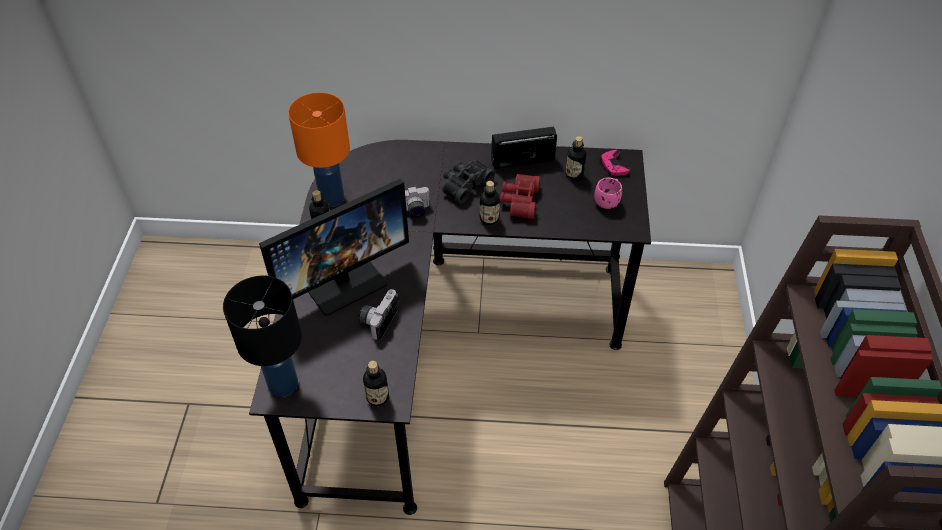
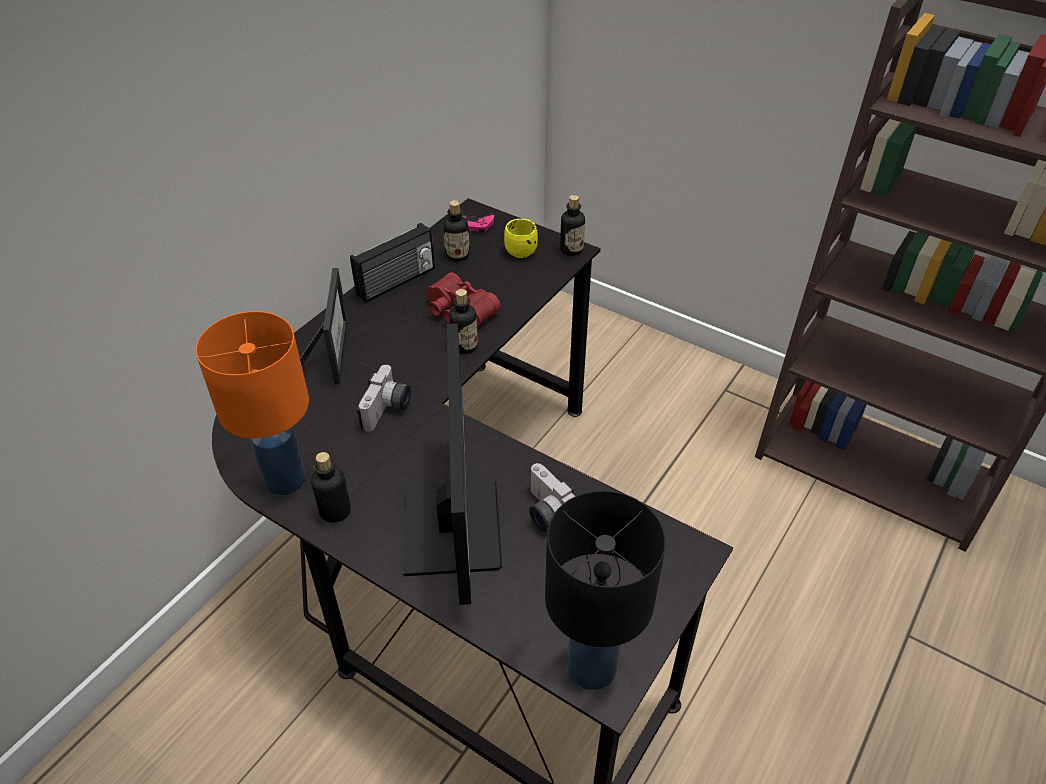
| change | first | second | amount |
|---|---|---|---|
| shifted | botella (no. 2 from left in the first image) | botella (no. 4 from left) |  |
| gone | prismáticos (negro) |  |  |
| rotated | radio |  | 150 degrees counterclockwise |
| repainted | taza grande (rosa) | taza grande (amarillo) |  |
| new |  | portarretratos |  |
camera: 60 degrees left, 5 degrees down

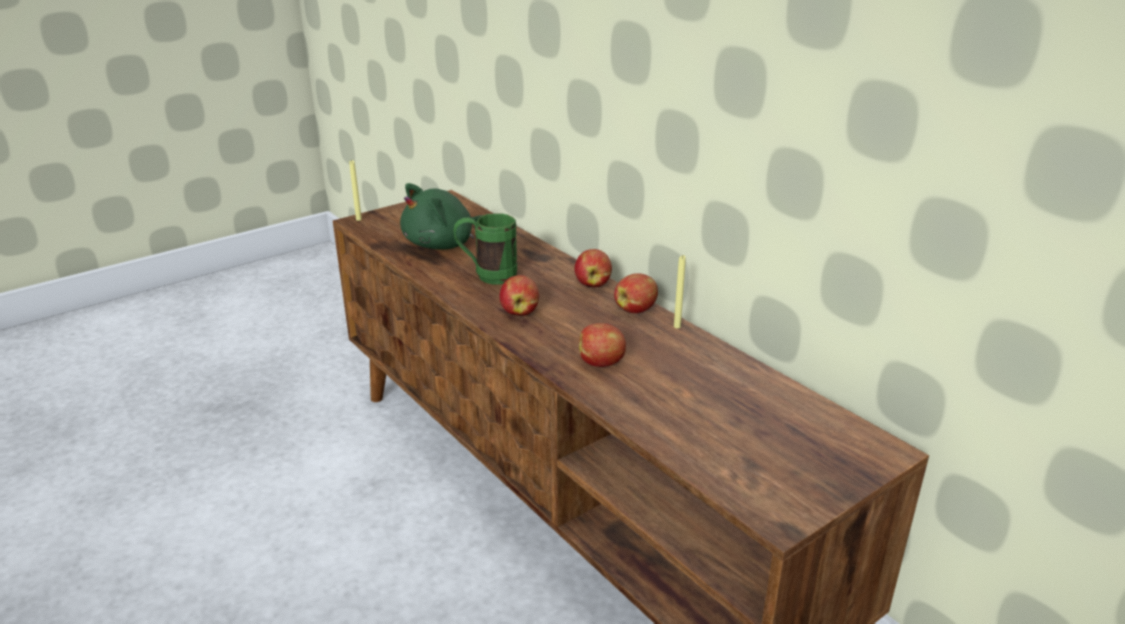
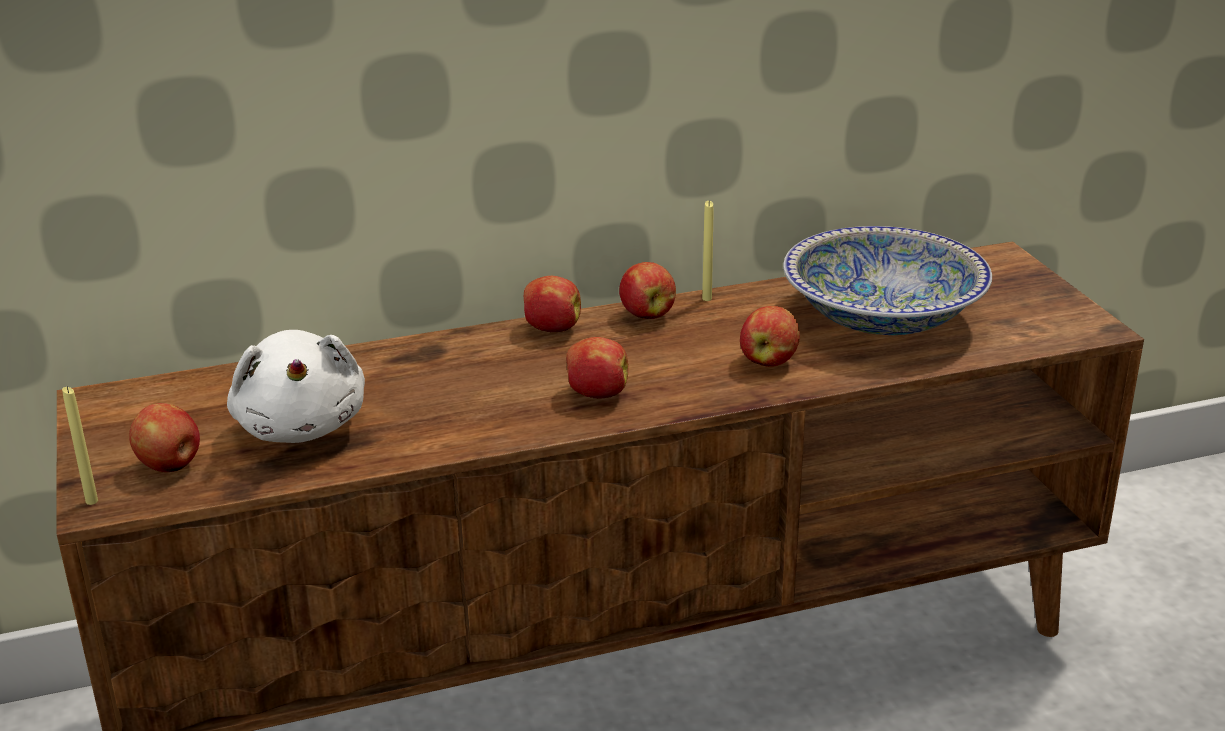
| change | first | second | amount |
|---|---|---|---|
| repainted | peluche (verde) | peluche (blanco) |  |
| gone | taza grande (verde) |  |  |
| new |  | manzana (no. 1 from left) |  |
| new |  | cuenco |  |
camera: 70 degrees left, 0 degrees up

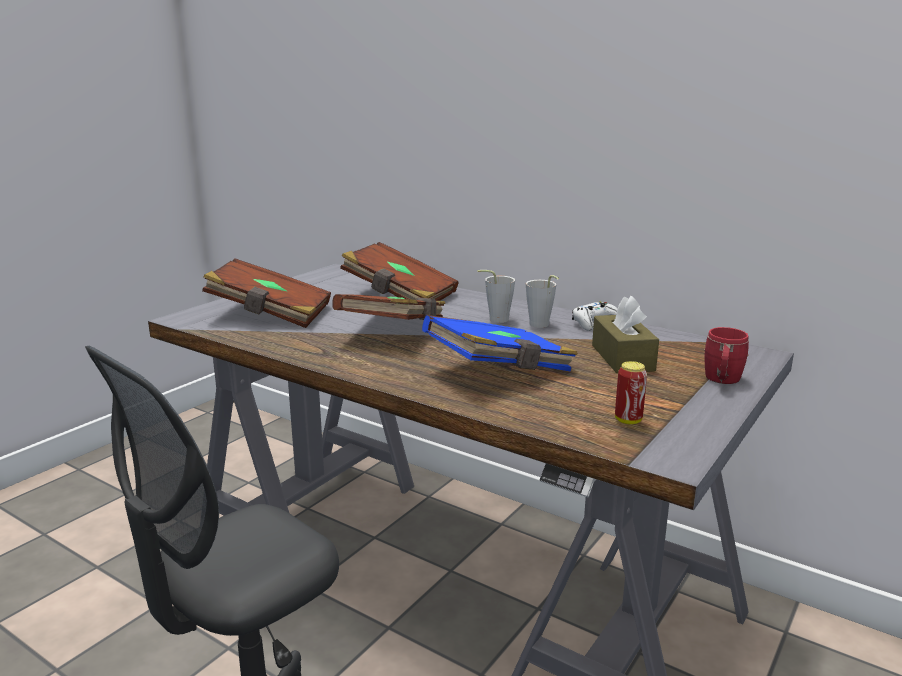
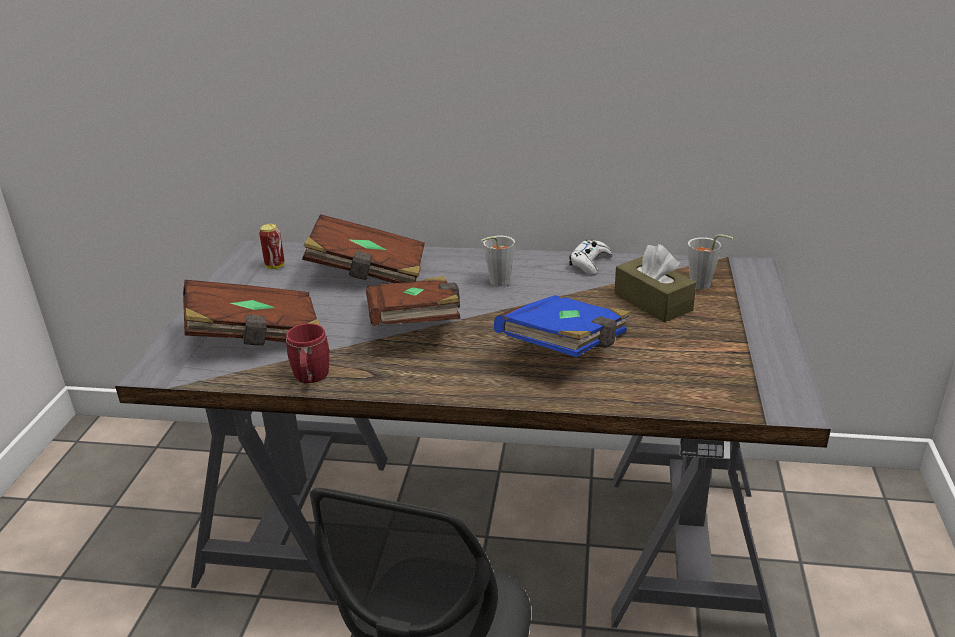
| change | first | second | amount |
|---|---|---|---|
| shifted | taza (gris) (no. 2 from left) |  |  |
| shifted | lata |  |  |
| shifted | taza grande (rojo) |  |  |
camera: 25 degrees left, 10 degrees up

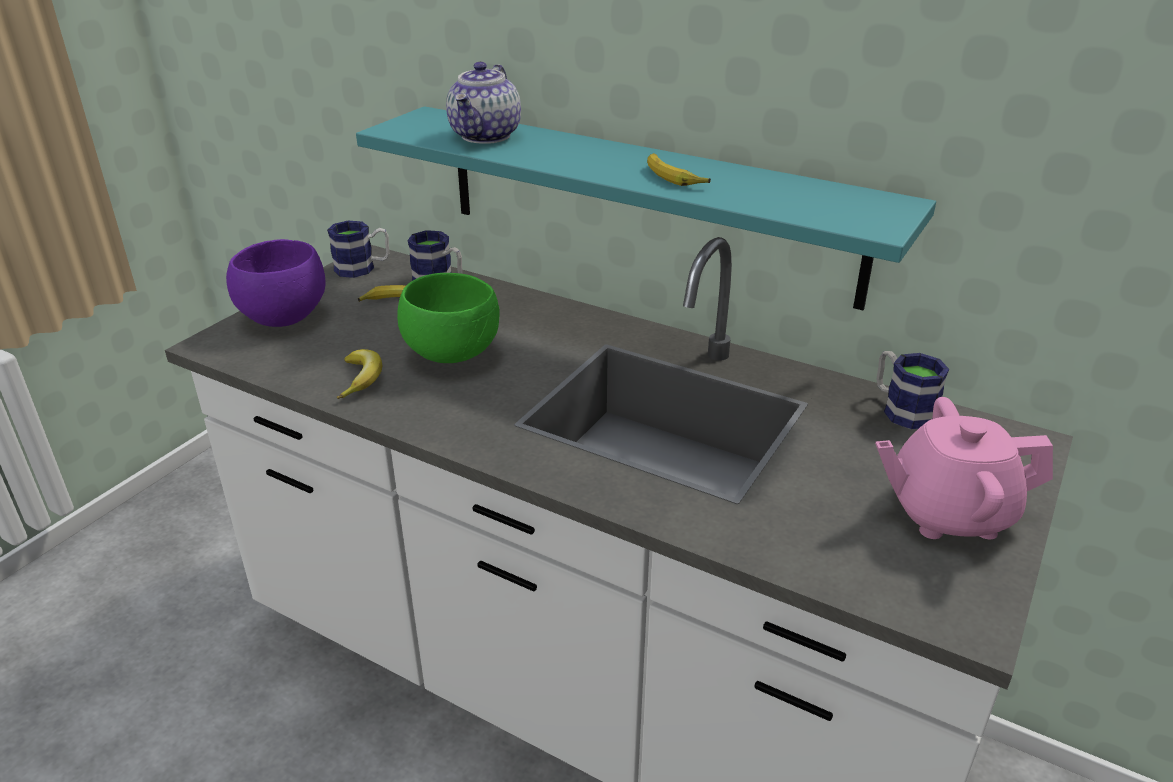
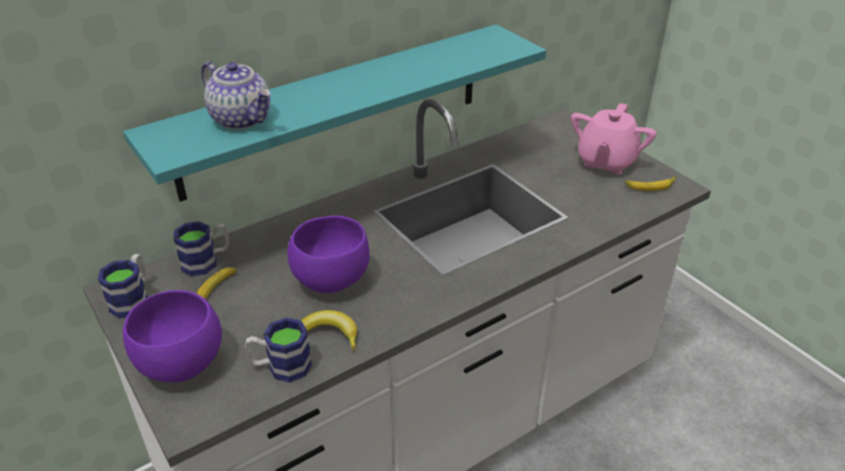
| change | first | second | amount |
|---|---|---|---|
| repainted | cuenco (verde) | cuenco (morado) (no. 2 from left) |  |
| shifted | plátano (no. 3 from left) |  |  |
| shifted | taza grande (no. 3 from left) |  |  |
camera: 65 degrees left, 5 degrees up

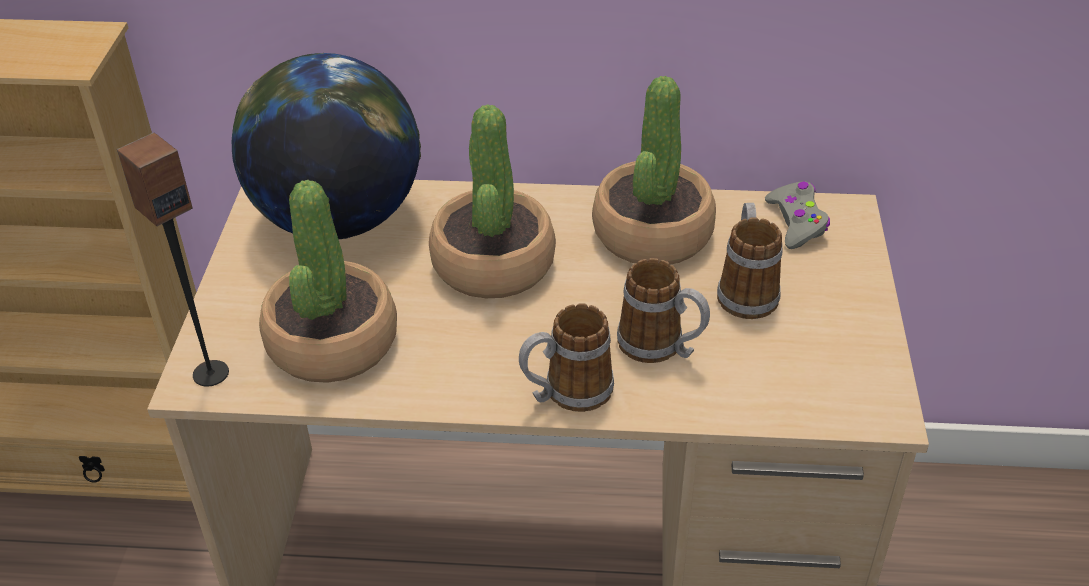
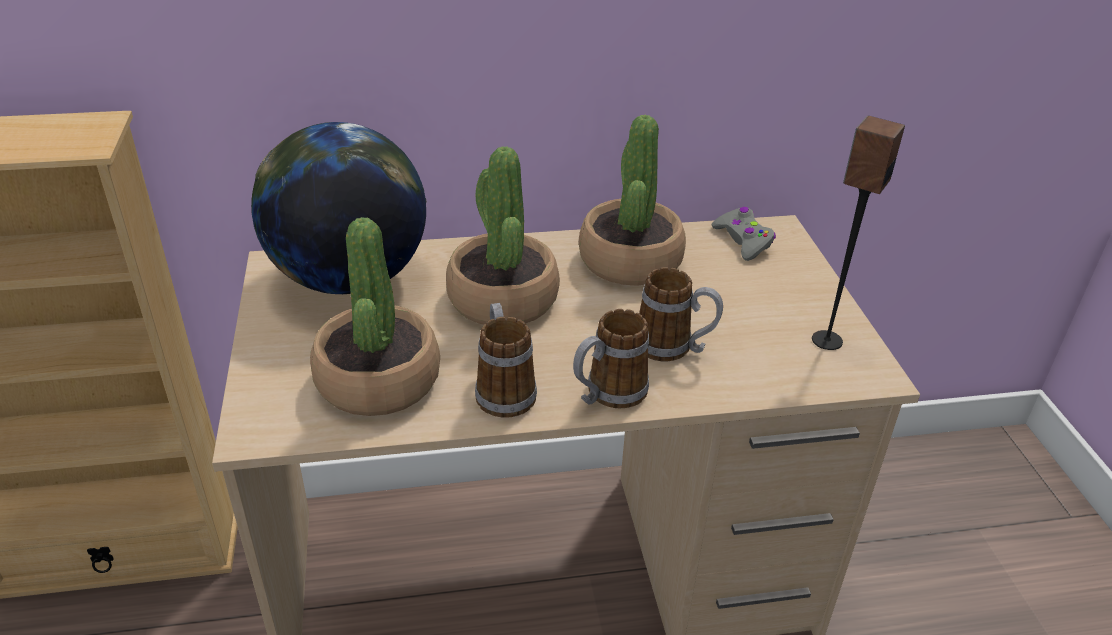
| change | first | second | amount |
|---|---|---|---|
| shifted | altavoz |  |  |
| shifted | taza grande (no. 3 from left in the first image) | taza grande (no. 1 from left) |  |
camera: 15 degrees left, 5 degrees down

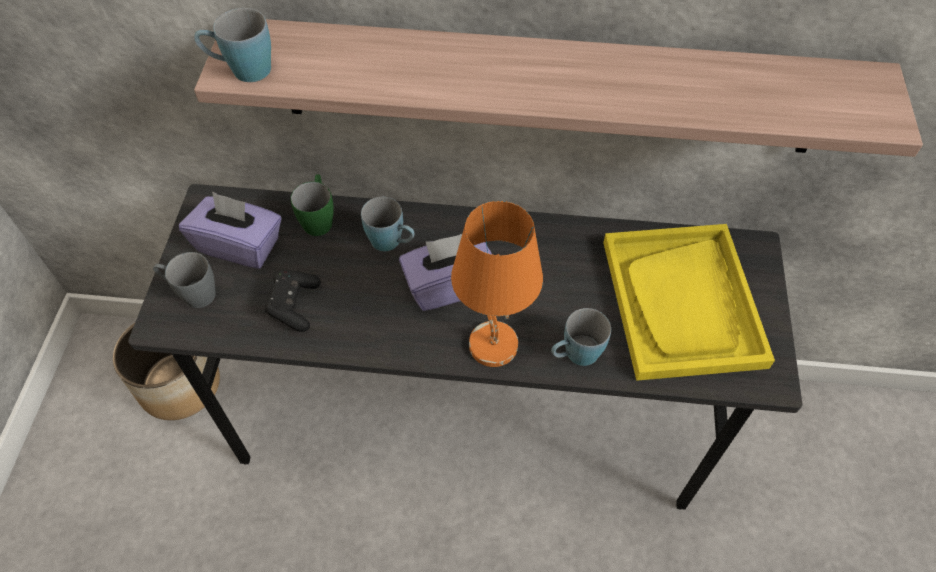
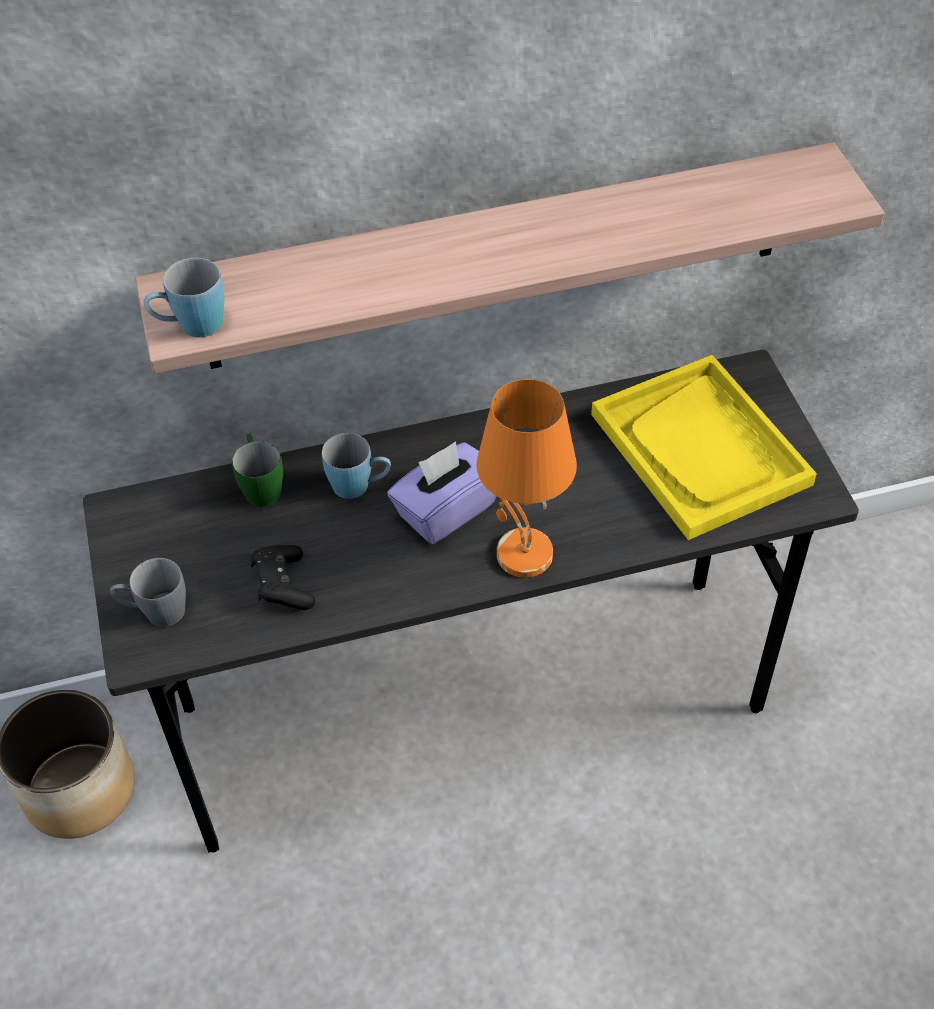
| change | first | second | amount |
|---|---|---|---|
| gone | caja de pañuelos (morado) (no. 1 from left) |  |  |
| gone | taza grande (azul) (no. 3 from left) |  |  |
camera: 20 degrees left, 5 degrees down

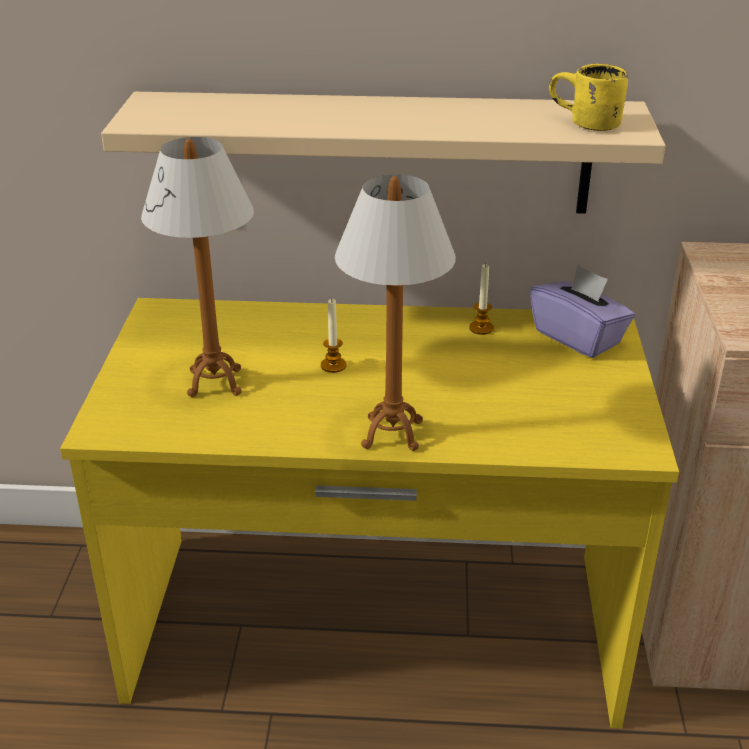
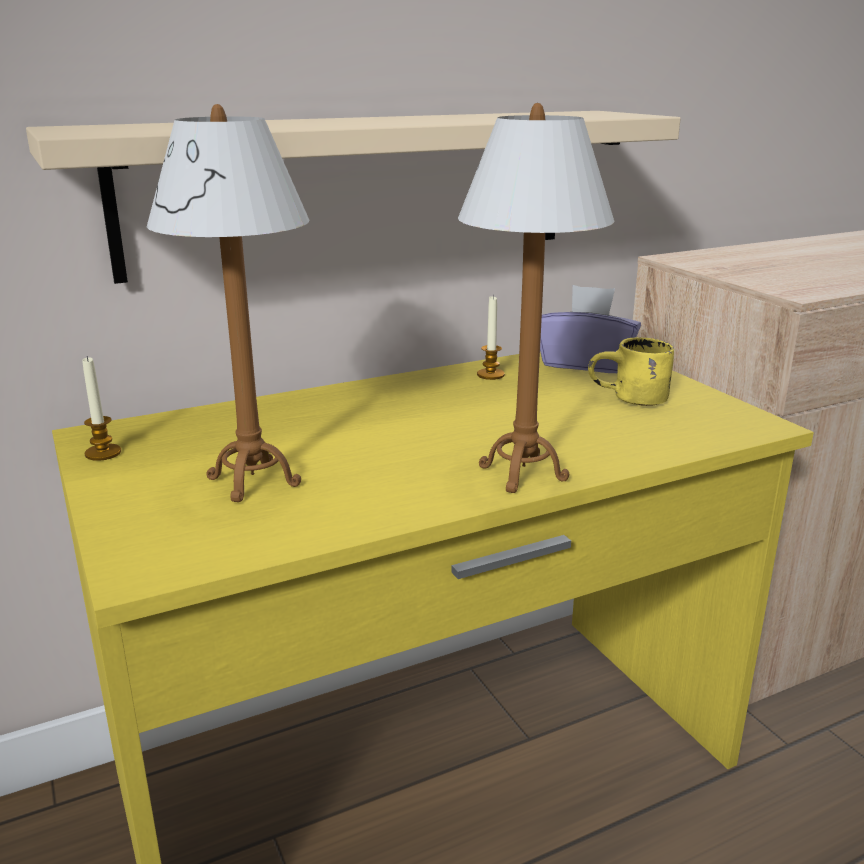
| change | first | second | amount |
|---|---|---|---|
| shifted | vela (no. 1 from left) |  |  |
| shifted | taza grande (amarillo) |  |  |
camera: 30 degrees left, 10 degrees down

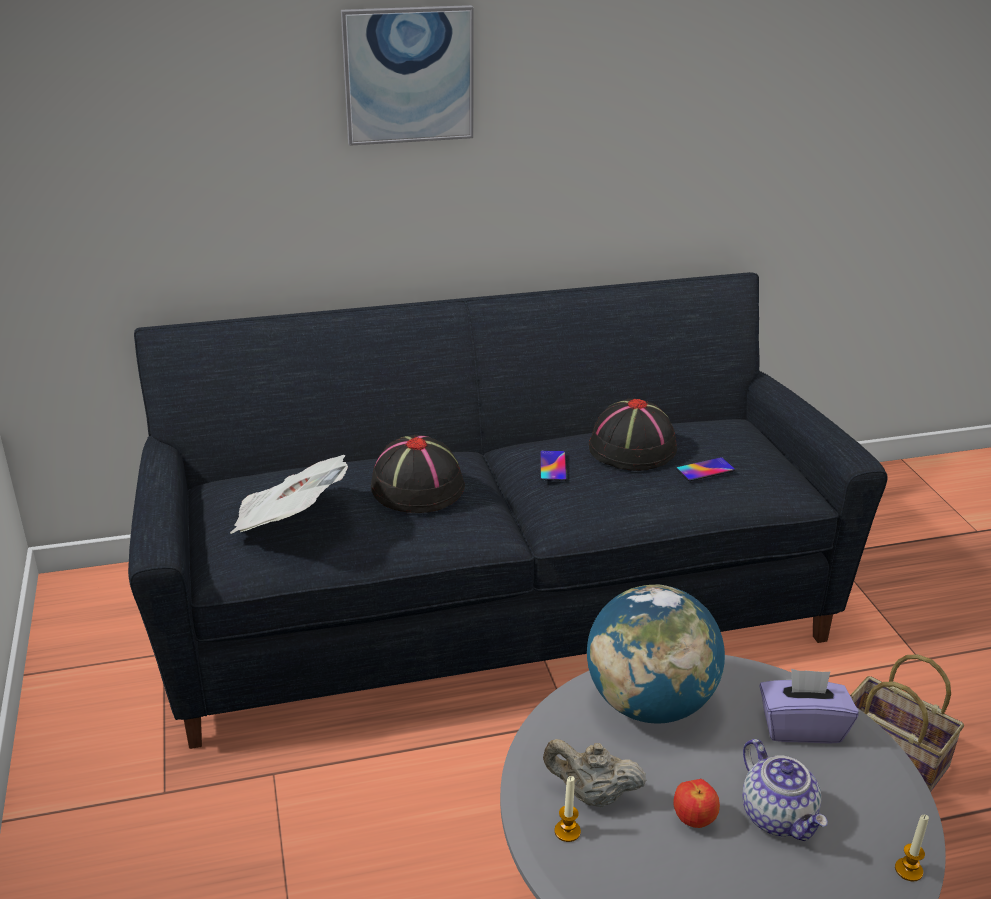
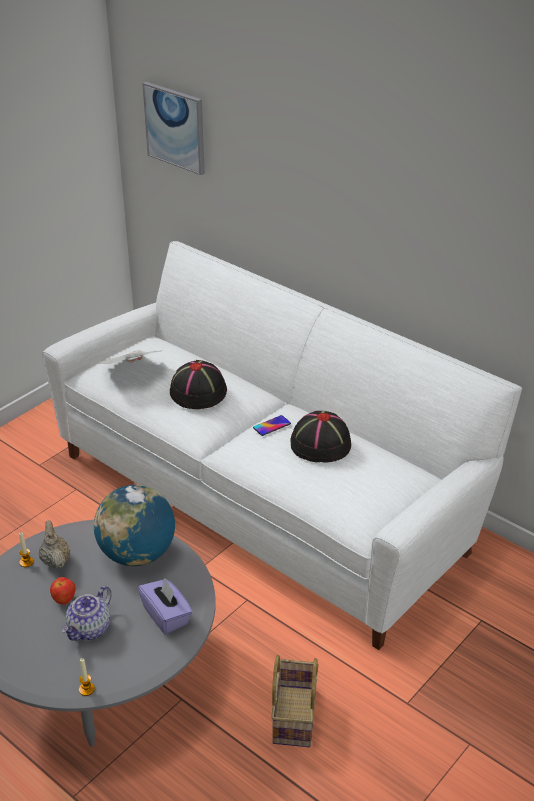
| change | first | second | amount |
|---|---|---|---|
| repainted | sofá (negro) | sofá (blanco) |  |
| shifted | cuadro |  |  |
| gone | móvil (no. 2 from left) |  |  |
camera: 55 degrees right, 5 degrees up

